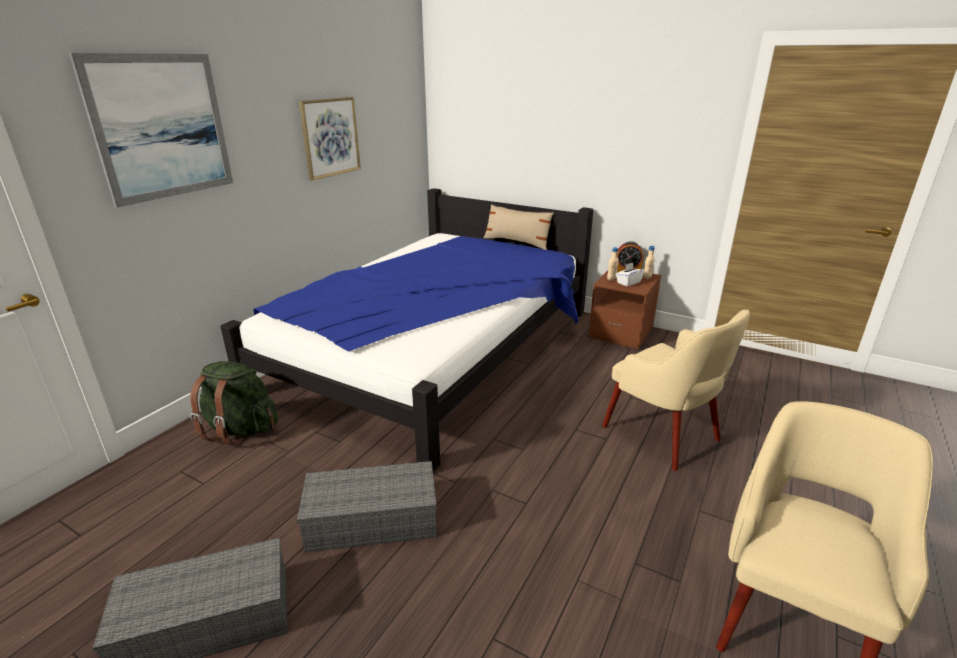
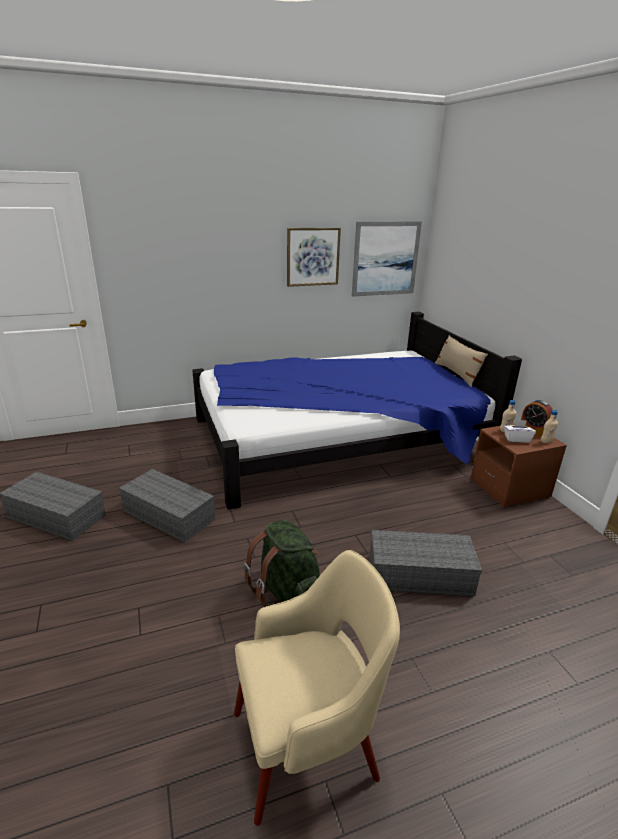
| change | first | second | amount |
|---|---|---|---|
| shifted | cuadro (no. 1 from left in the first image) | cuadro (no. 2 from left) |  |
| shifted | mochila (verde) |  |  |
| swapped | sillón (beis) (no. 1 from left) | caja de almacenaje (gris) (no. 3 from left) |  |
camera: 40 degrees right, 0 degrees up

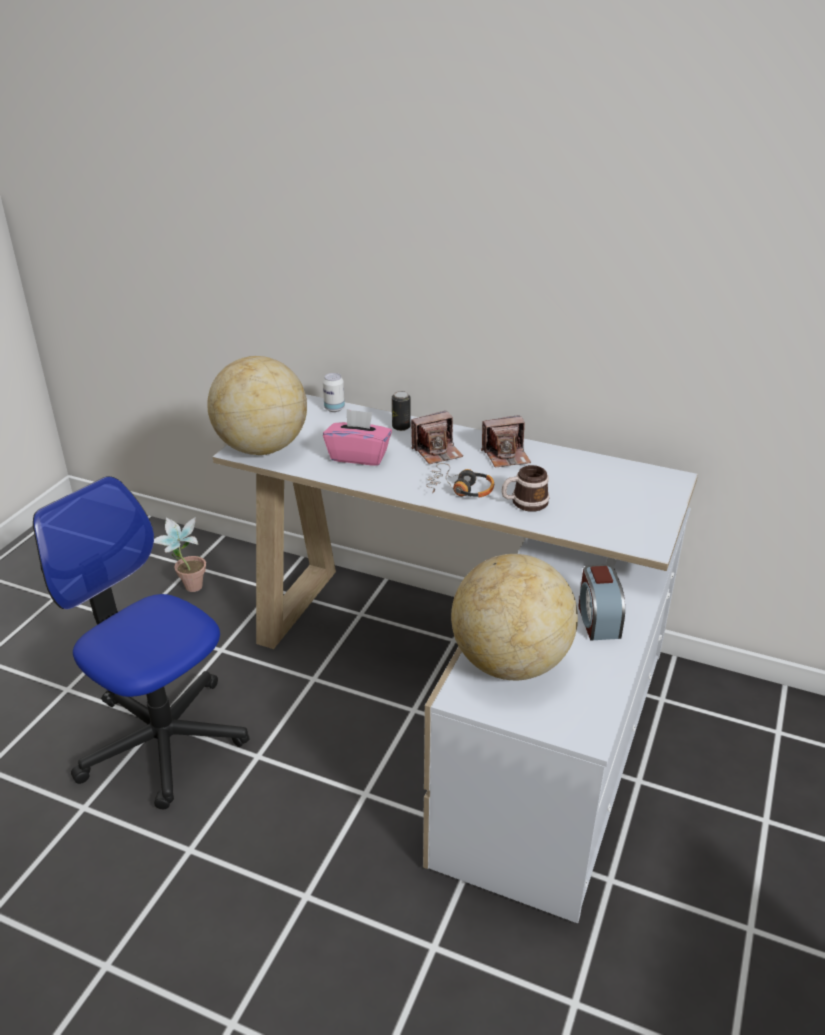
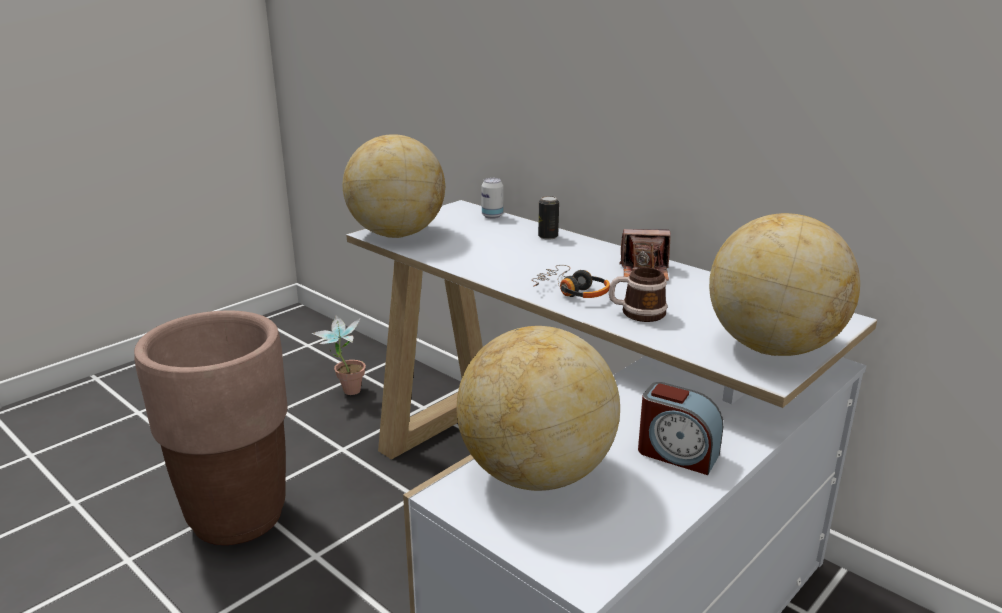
| change | first | second | amount |
|---|---|---|---|
| swapped | silla de oficina | maceta (marrón) |  |
| gone | caja de pañuelos (rosa) |  |  |
| gone | cámara (no. 1 from left) |  |  |
| rotated | despertador |  | 75 degrees counterclockwise |
| new |  | globo terráqueo (no. 3 from left) |  |
camera: 20 degrees right, 10 degrees down

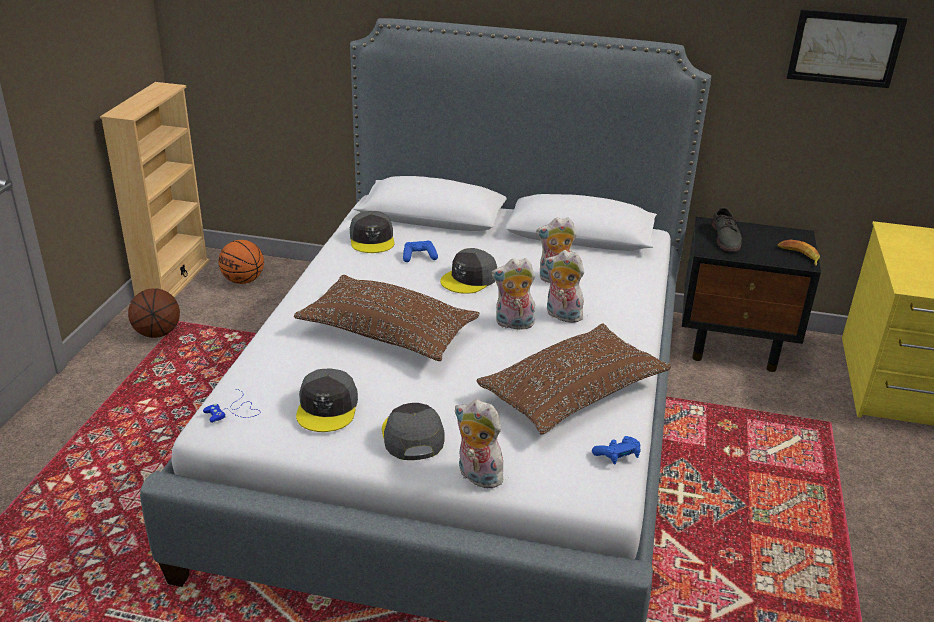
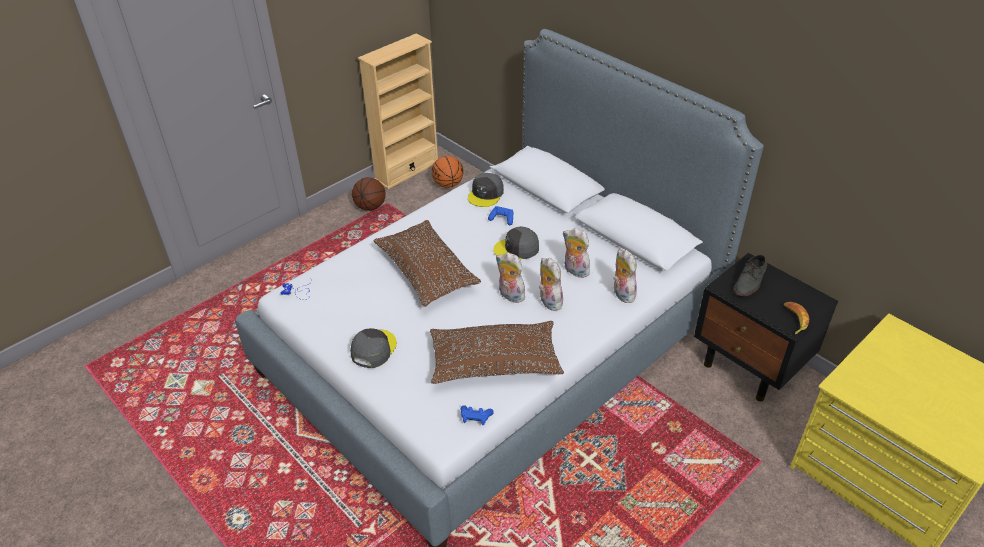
| change | first | second | amount |
|---|---|---|---|
| gone | gorra (gris) (no. 1 from left) |  |  |
| shifted | peluche (no. 1 from left in the first image) | peluche (no. 4 from left) |  |
| gone | cuadro |  |  |
camera: 35 degrees right, 10 degrees up

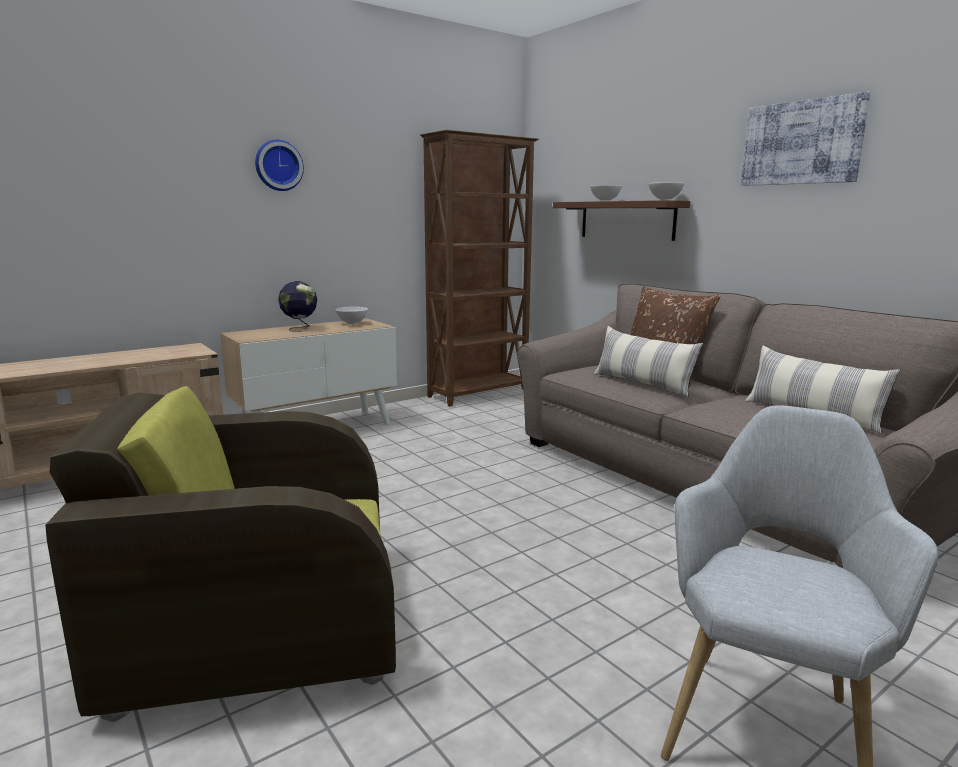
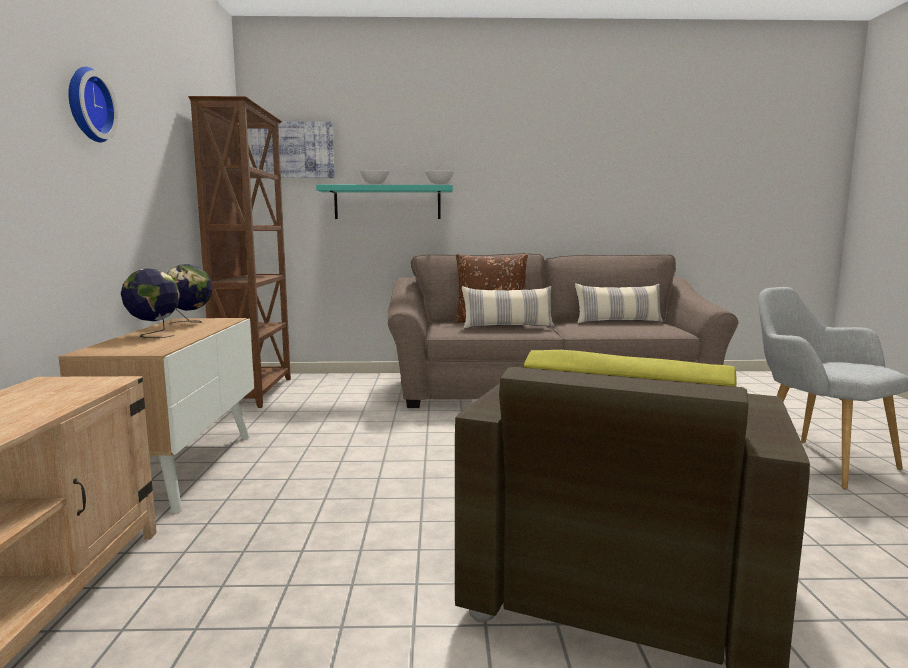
| change | first | second | amount |
|---|---|---|---|
| swapped | cuenco (blanco) (no. 1 from left) | globo terráqueo (no. 2 from left) |  |
| repainted | estante (marrón) | estante (turquesa) |  |
| shifted | cuadro |  |  |
camera: 55 degrees left, 5 degrees down

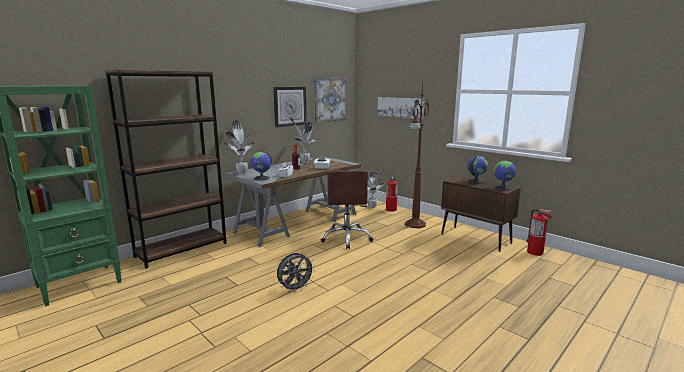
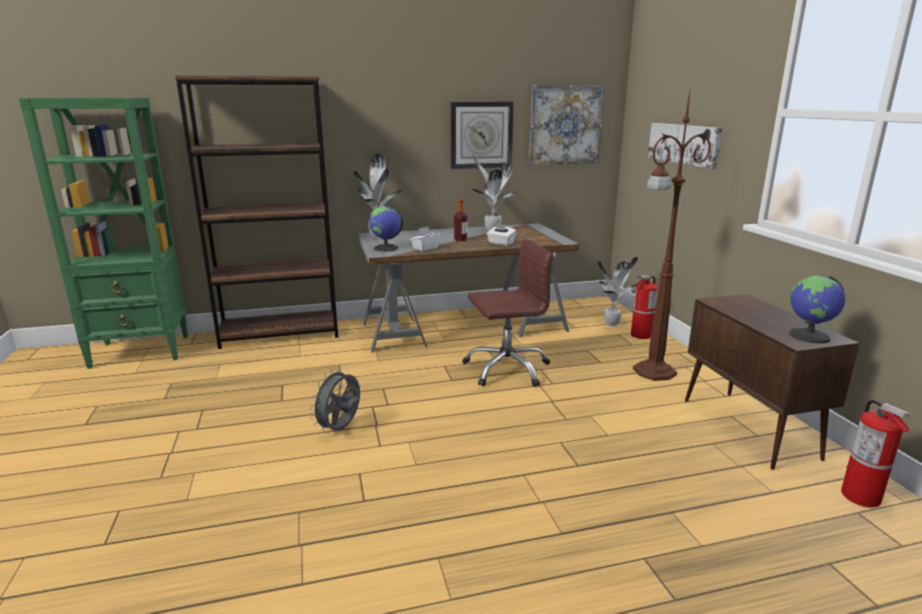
| change | first | second | amount |
|---|---|---|---|
| rotated | ventilador (gris) |  | 120 degrees clockwise |
| rotated | silla de oficina (marrón) |  | 135 degrees counterclockwise |
| gone | globo terráqueo (no. 2 from left) |  |  |
camera: 30 degrees right, 5 degrees up

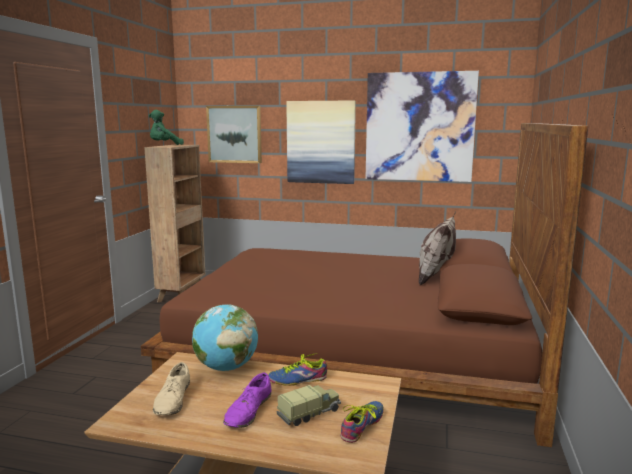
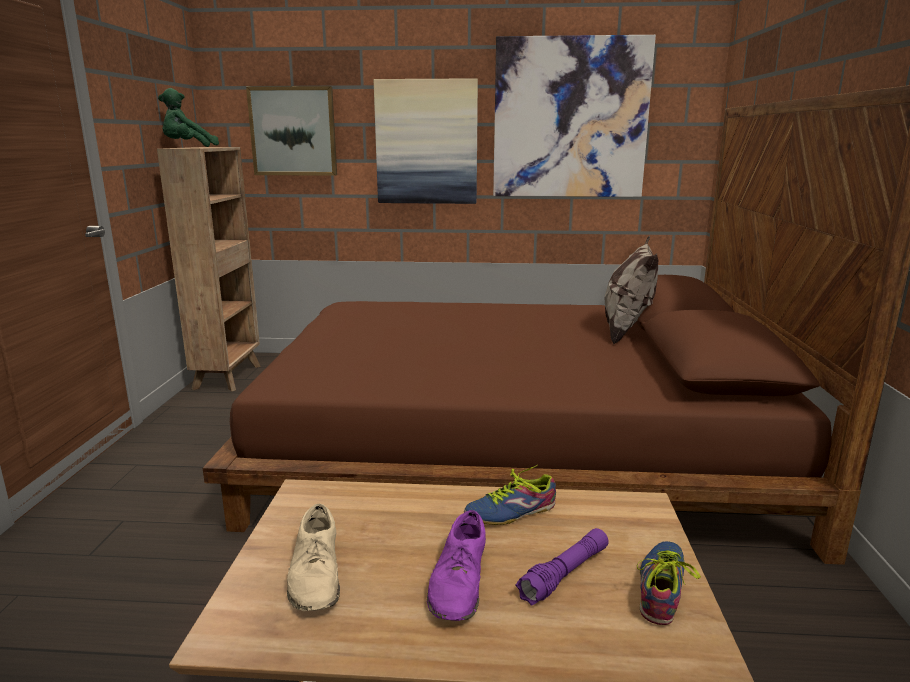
| change | first | second | amount |
|---|---|---|---|
| gone | globo terráqueo |  |  |
| swapped | camión de juguete | linterna (morado) |  |
camera: 10 degrees left, 5 degrees up

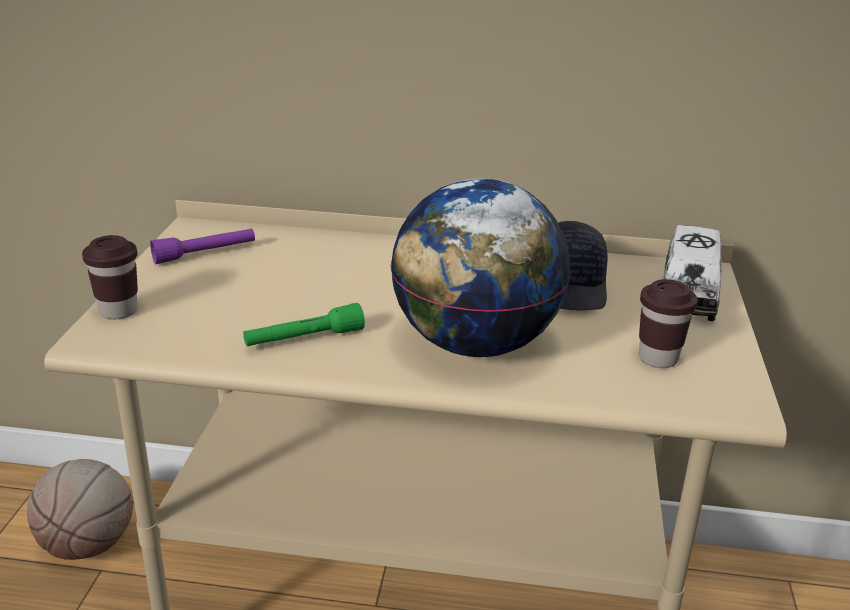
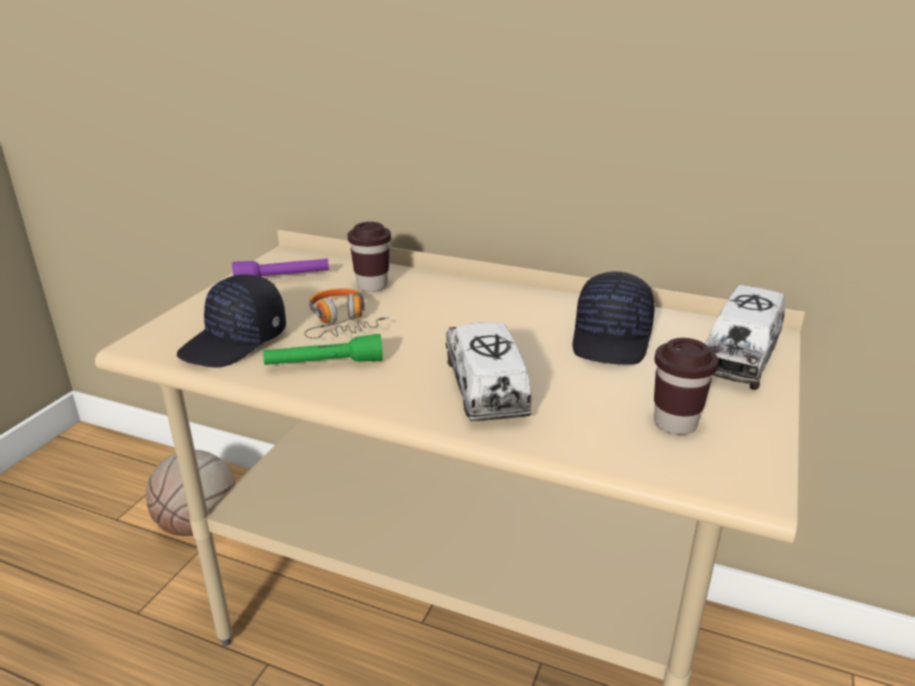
| change | first | second | amount |
|---|---|---|---|
| shifted | taza (marrón) (no. 1 from left) |  |  |
| swapped | globo terráqueo | camión de juguete (no. 1 from left) |  |
| new |  | gorra (negro) (no. 1 from left) |  |
| new |  | auriculares |  |
camera: 15 degrees right, 0 degrees up

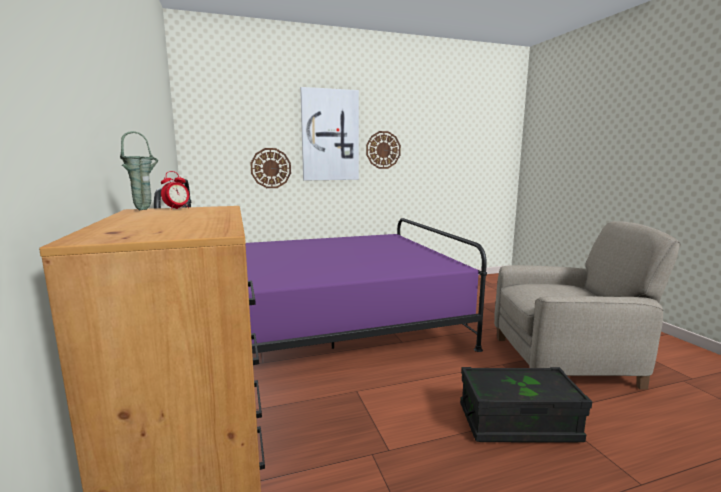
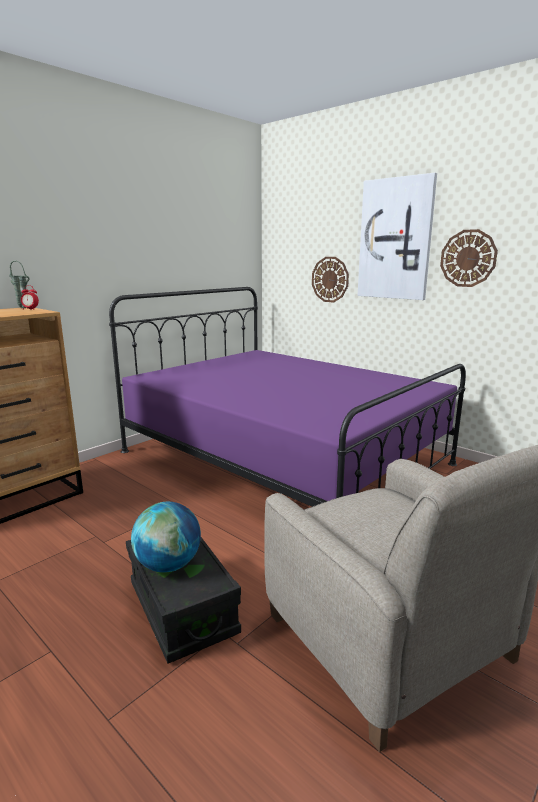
| change | first | second | amount |
|---|---|---|---|
| new |  | globo terráqueo |  |
camera: 60 degrees right, 5 degrees up

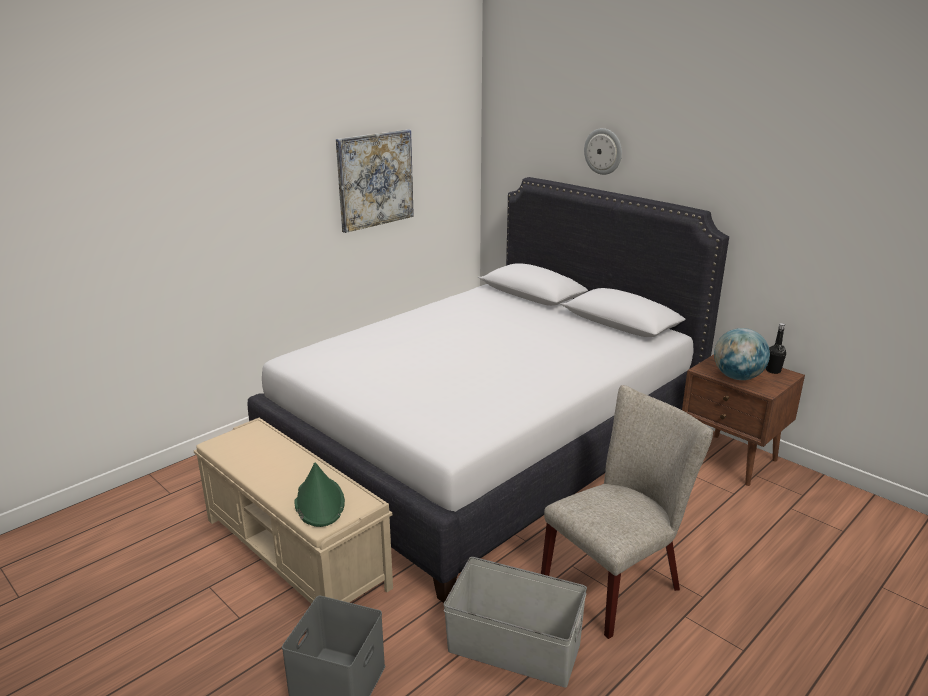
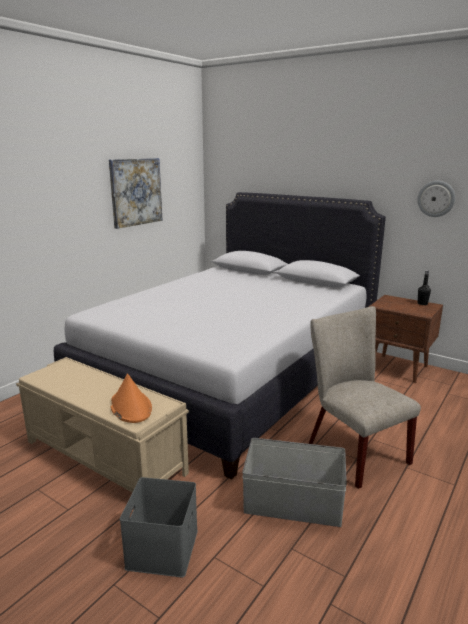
| change | first | second | amount |
|---|---|---|---|
| repainted | sombrero (verde) | sombrero (naranja) |  |
| rotated | silla (beis) |  | 75 degrees counterclockwise |
| shifted | reloj de pared |  |  |
| gone | globo terráqueo |  |  |
camera: 10 degrees left, 5 degrees down

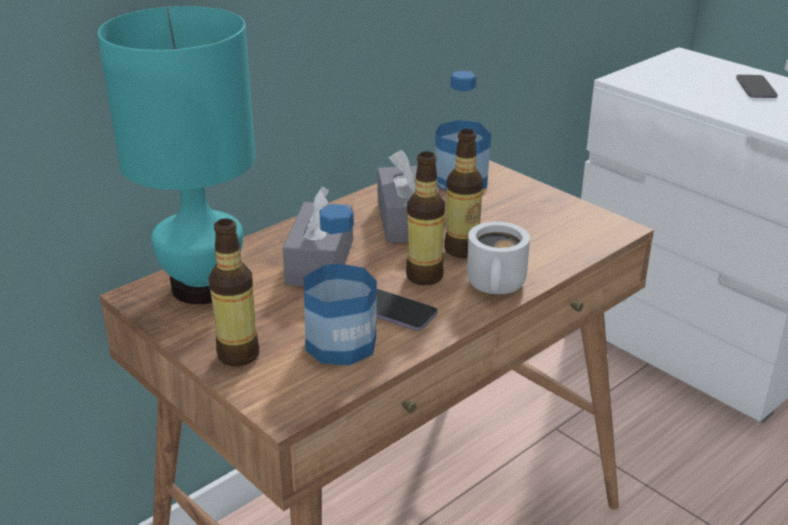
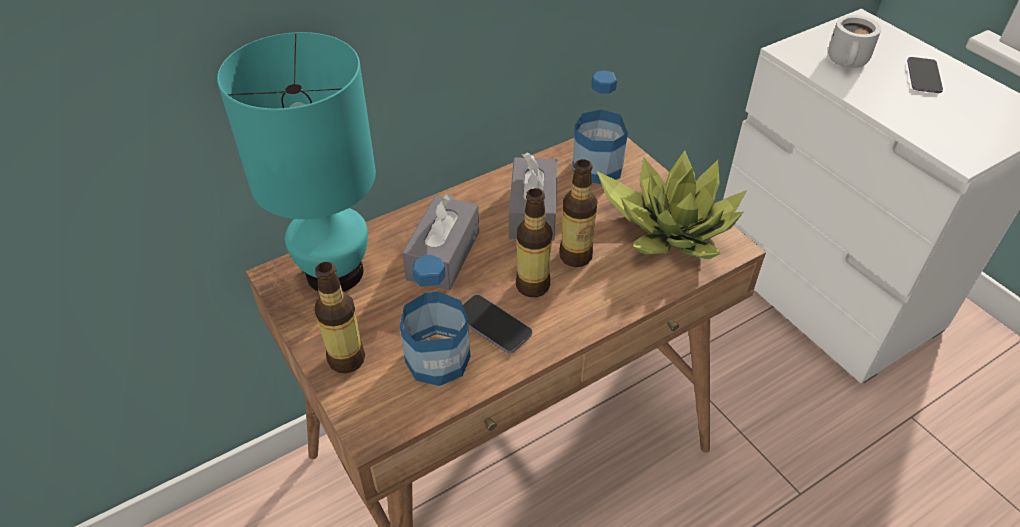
| change | first | second | amount |
|---|---|---|---|
| shifted | taza grande (blanco) |  |  |
| new |  | planta en maceta |  |
camera: 10 degrees right, 15 degrees up

